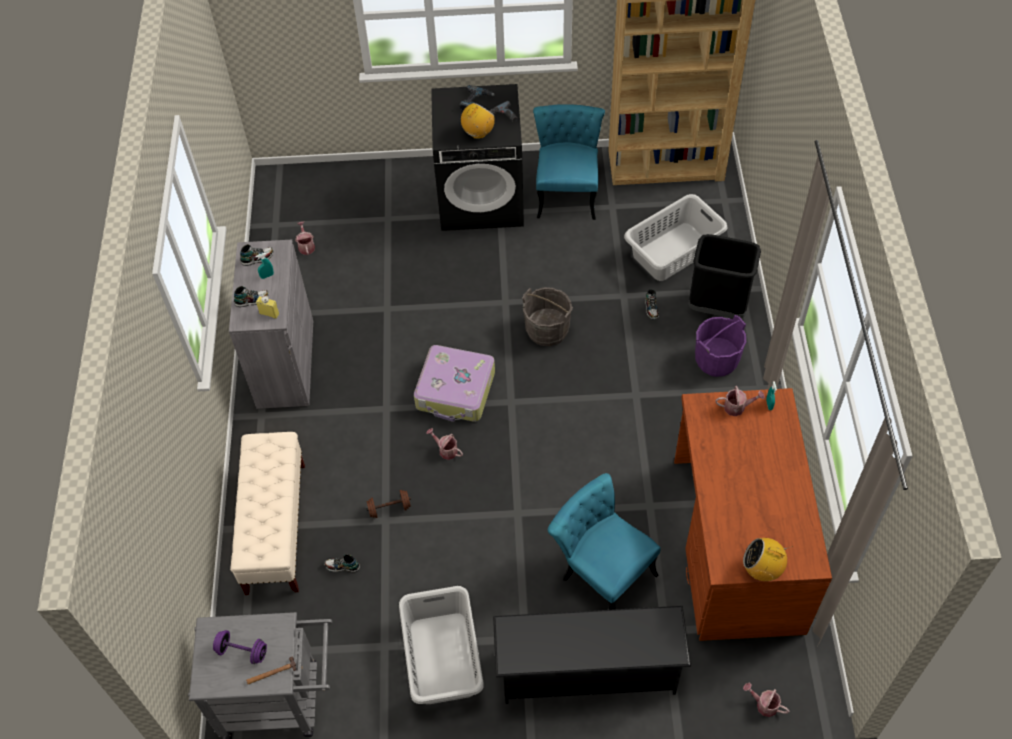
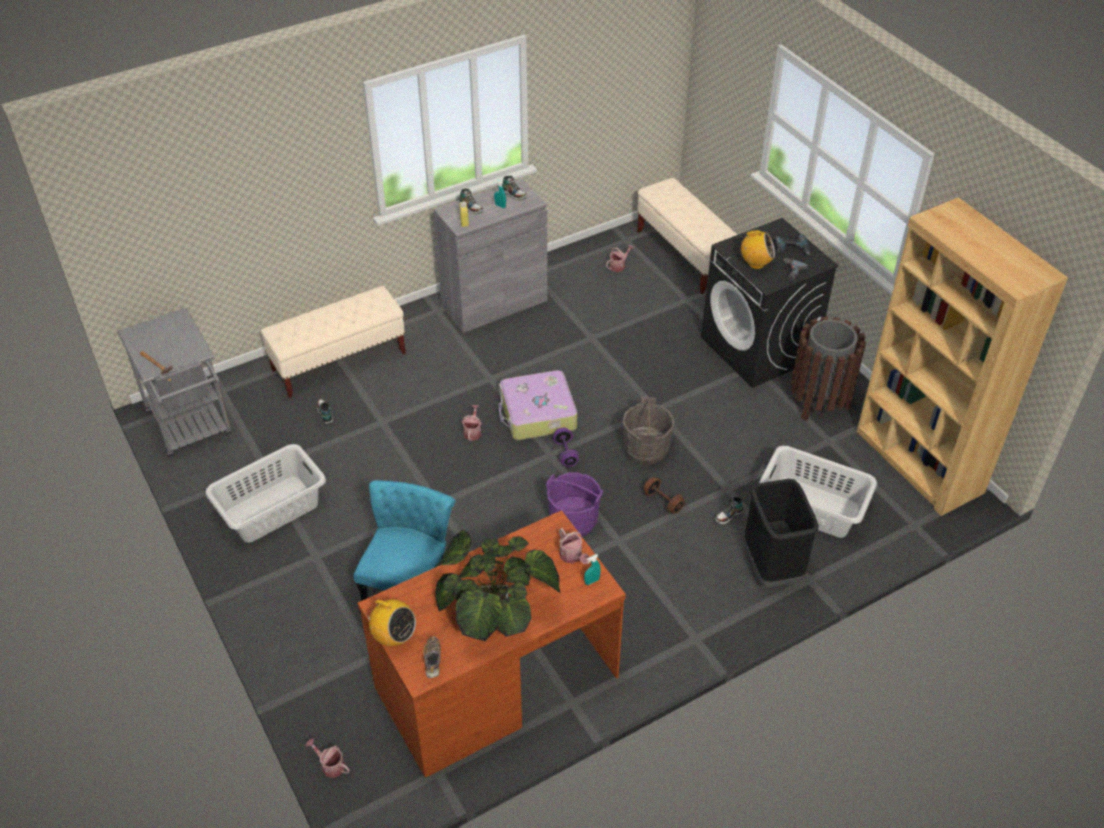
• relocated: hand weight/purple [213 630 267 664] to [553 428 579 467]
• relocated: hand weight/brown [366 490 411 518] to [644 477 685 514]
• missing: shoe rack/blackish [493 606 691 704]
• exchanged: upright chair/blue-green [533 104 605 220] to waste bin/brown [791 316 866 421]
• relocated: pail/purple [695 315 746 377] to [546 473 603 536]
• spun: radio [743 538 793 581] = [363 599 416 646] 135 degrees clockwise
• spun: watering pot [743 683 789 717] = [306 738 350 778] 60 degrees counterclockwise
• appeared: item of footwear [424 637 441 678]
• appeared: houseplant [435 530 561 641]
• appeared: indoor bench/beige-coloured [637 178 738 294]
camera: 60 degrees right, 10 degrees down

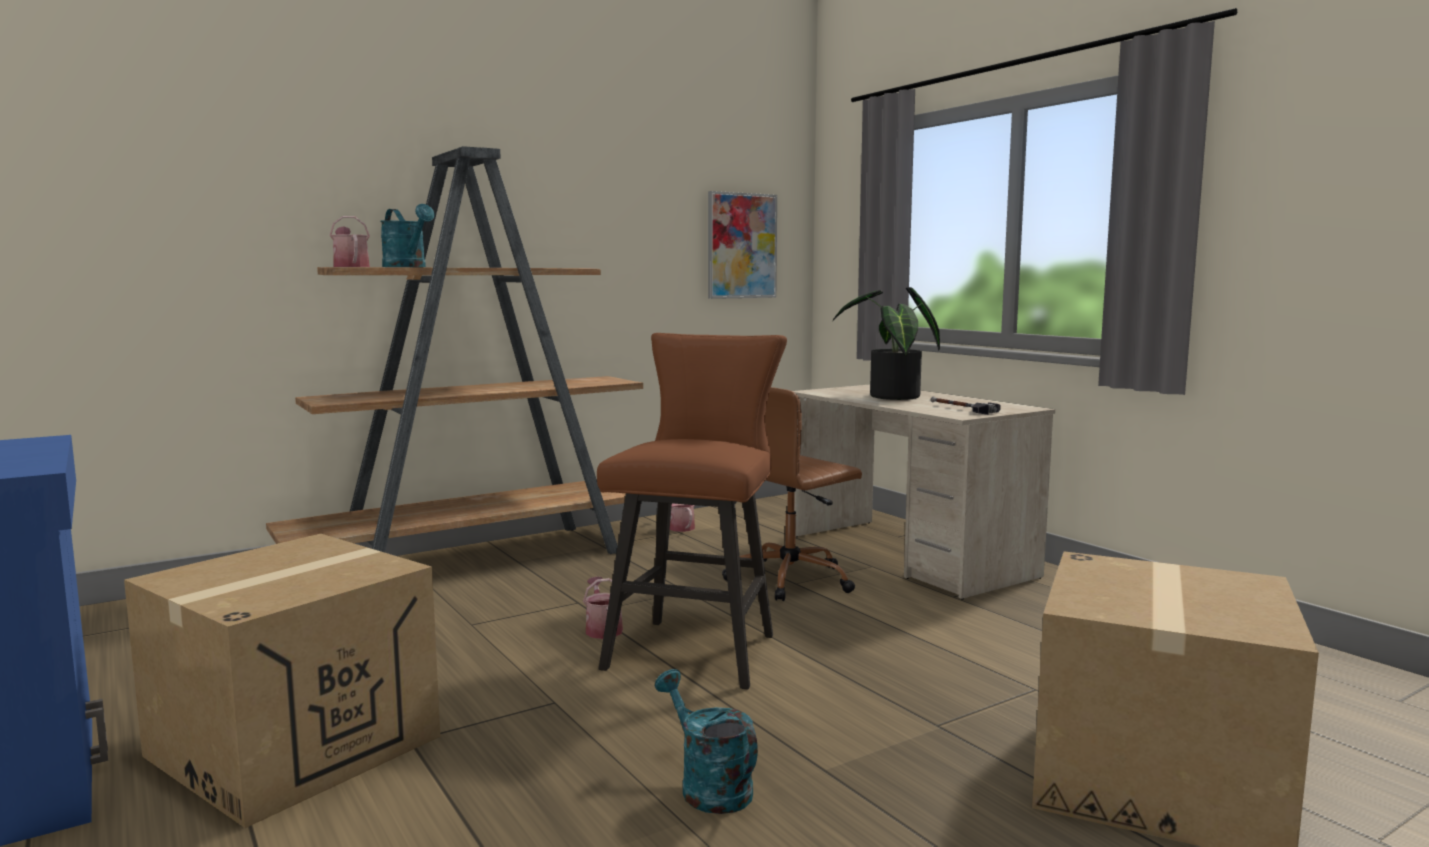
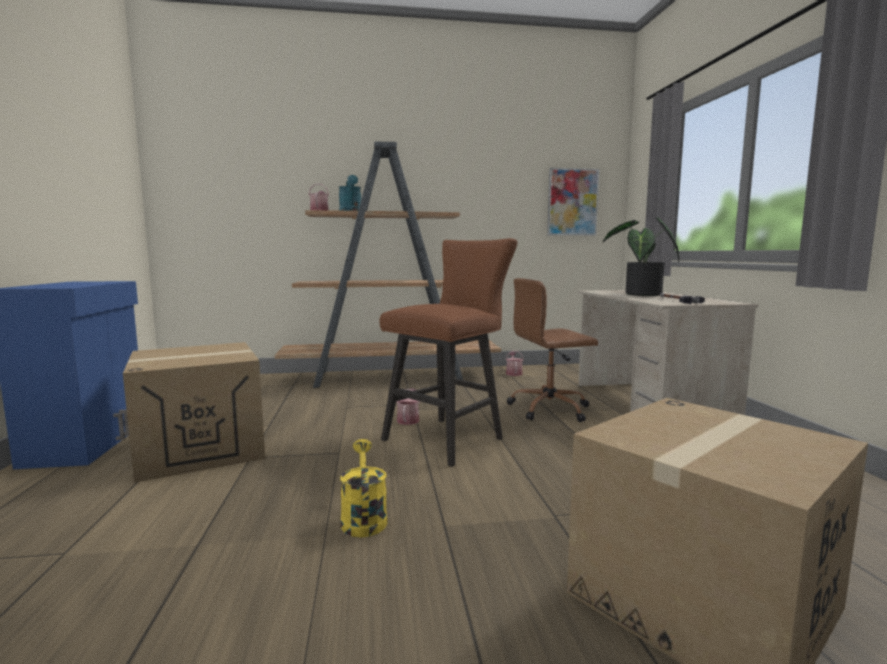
• colour: watering pot/blue-green [655 669 758 814] to watering pot/yellowish [340 439 387 537]
camera: 25 degrees right, 0 degrees up

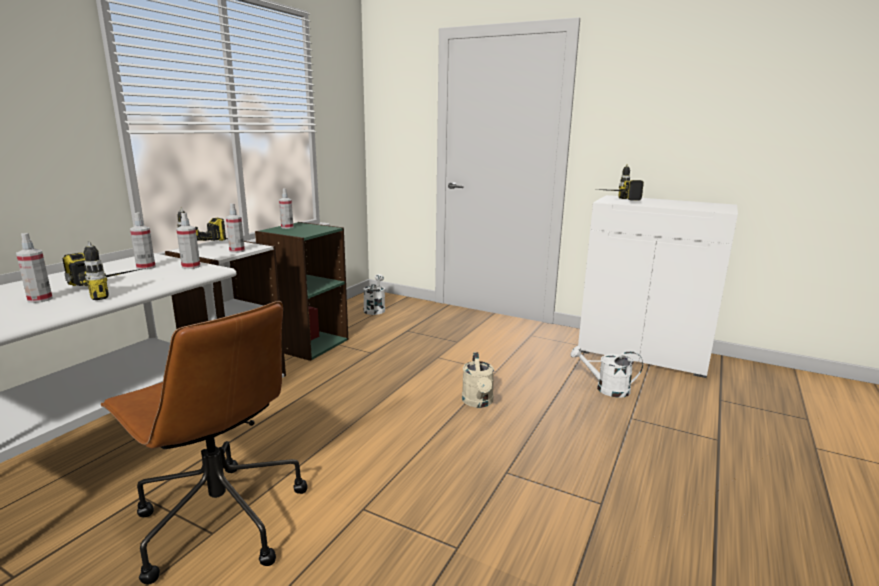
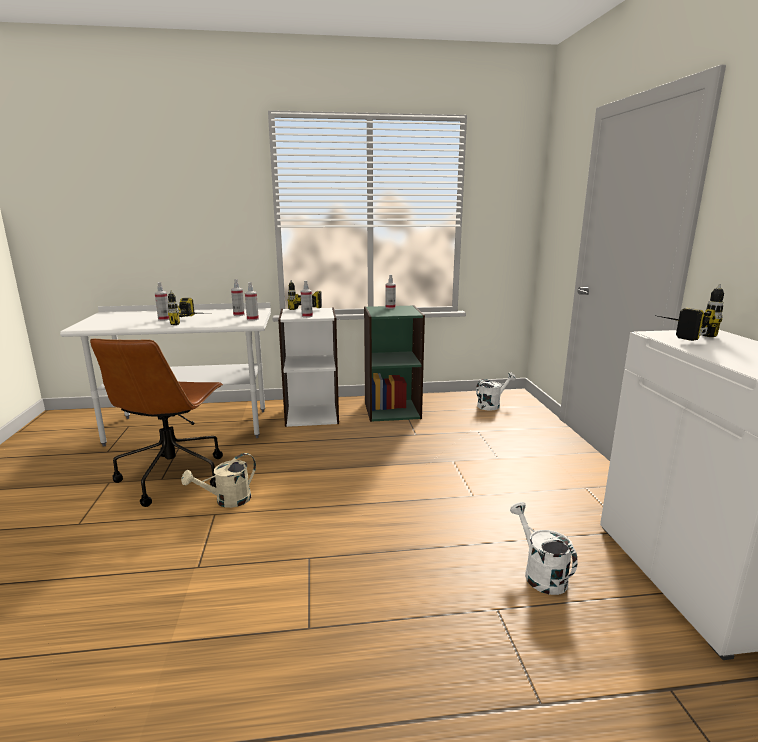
• relocated: watering pot/beige-coloured [462 352 494 408] to [181 453 256 508]
camera: 55 degrees right, 0 degrees up

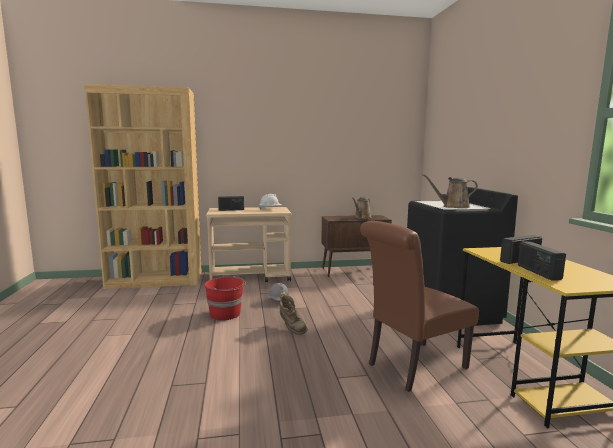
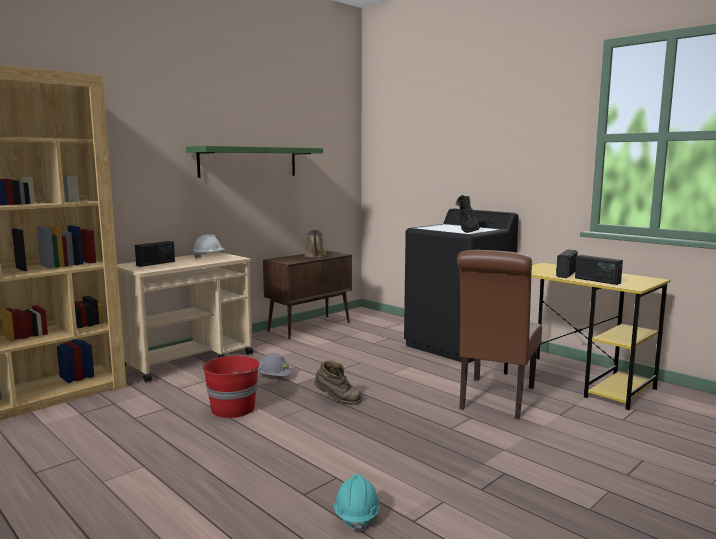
• exchanged: watering pot/brown [423 174 478 208] to boot/blackish [455 195 480 233]
• appeared: bracket shelf/green [186 146 323 178]
• appeared: safety helmet/blue-green [334 474 380 533]
camera: 35 degrees left, 0 degrees up

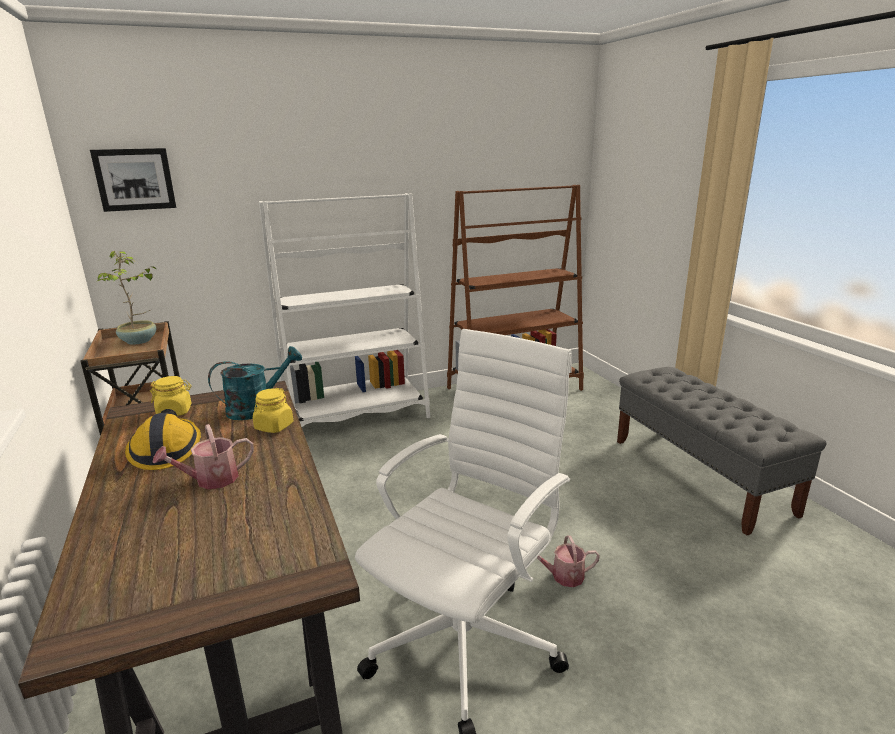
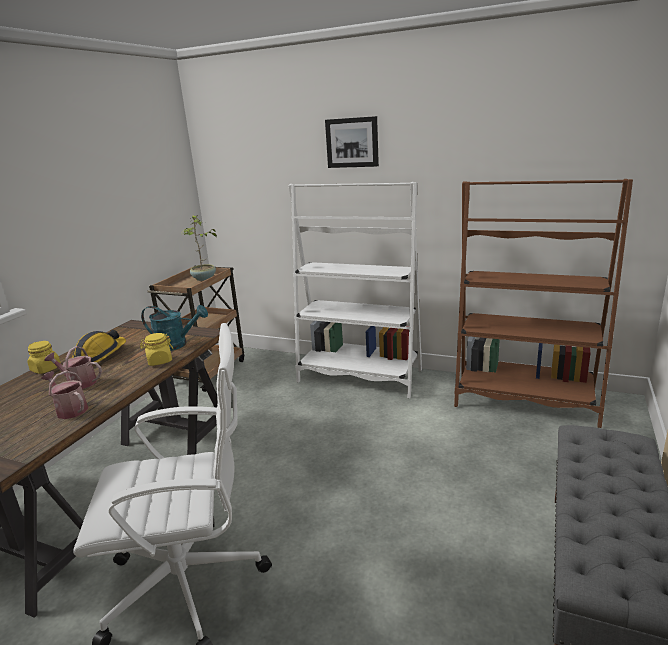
• relocated: wall picture [90 148 176 212] to [325 116 379 168]
• relocated: jar/yellowish [150 376 192 416] to [27 341 61 374]
• relocated: watering pot [537 536 600 587] to [41 371 88 419]
camera: 45 degrees right, 0 degrees up

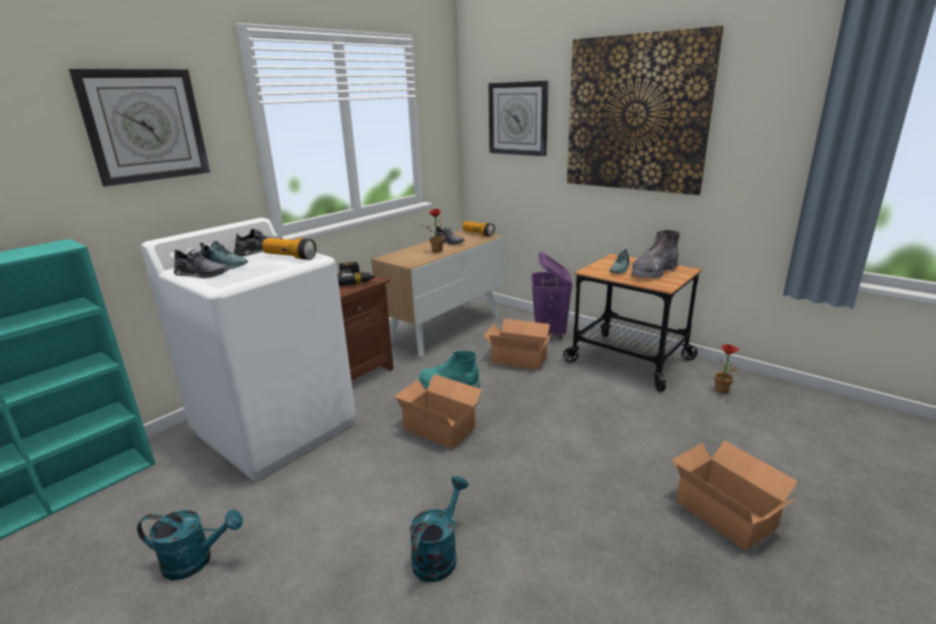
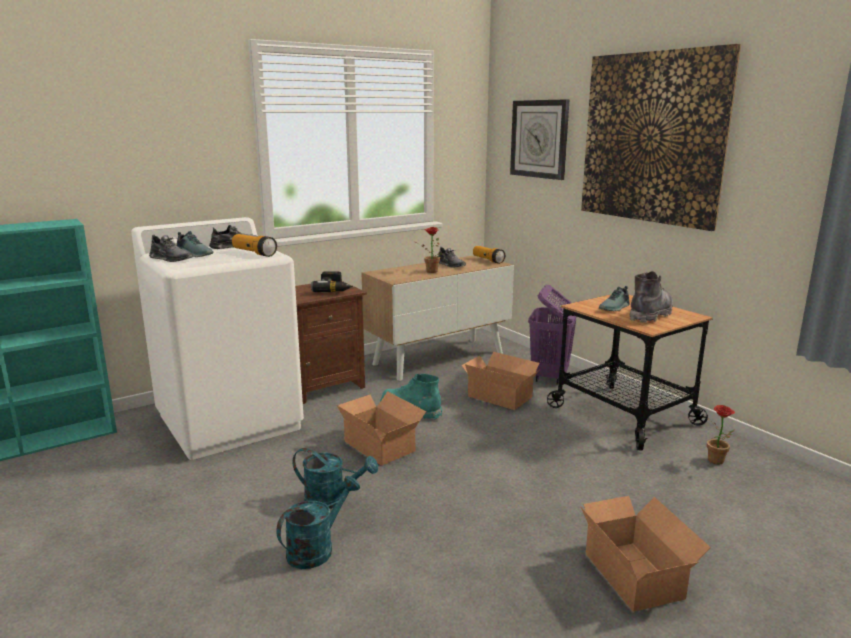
• missing: hanging clock [69 69 210 187]
• relocated: watering pot/blue-green [137 510 243 580] to [292 448 378 509]
• spun: boot/greyish [631 230 680 279] = [630 271 673 323] 150 degrees clockwise
camera: 15 degrees right, 5 degrees down

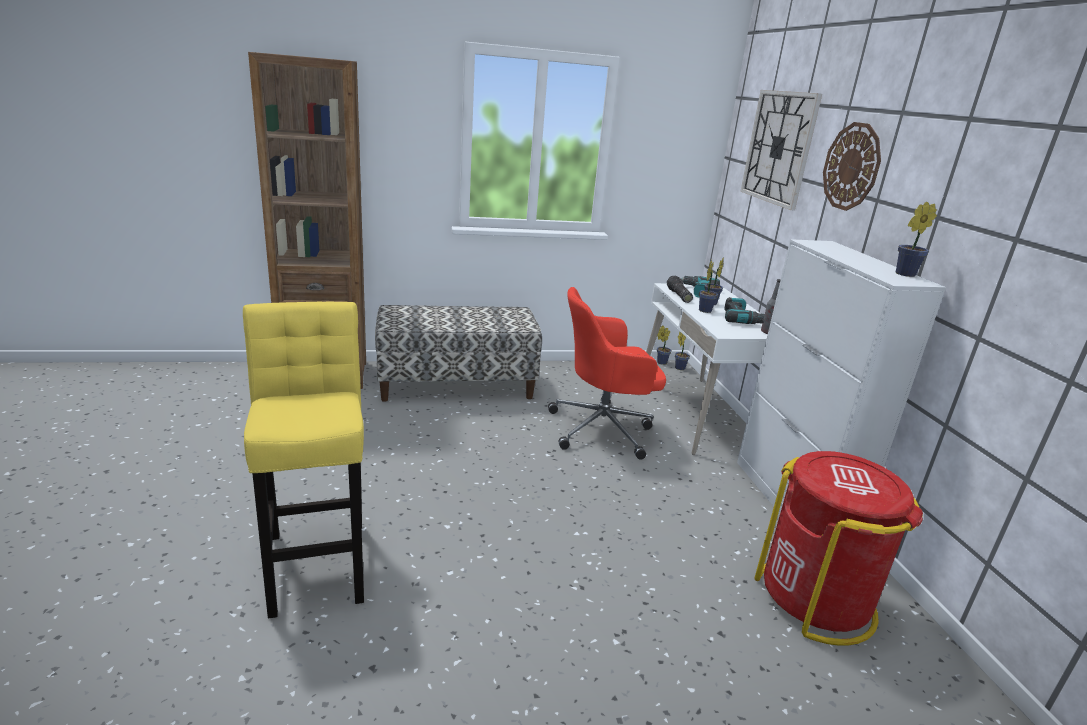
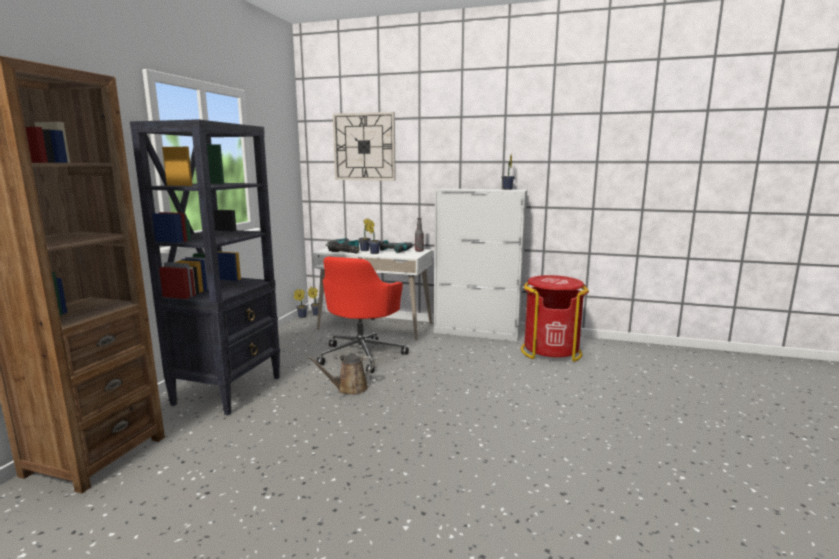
• missing: sitting stool/yellowish [243 302 364 619]
• exchanged: indoor bench [375 305 542 402] to bookshelf/blackish [130 119 280 415]
• missing: hanging clock [823 122 881 211]
• appeared: watering pot/brown [307 355 375 395]
camera: 60 degrees left, 10 degrees down

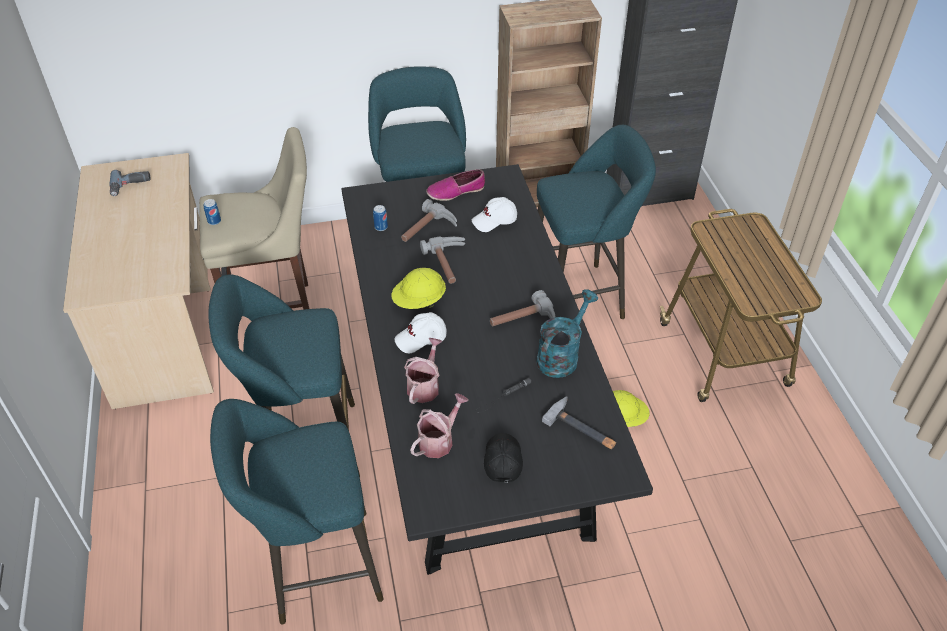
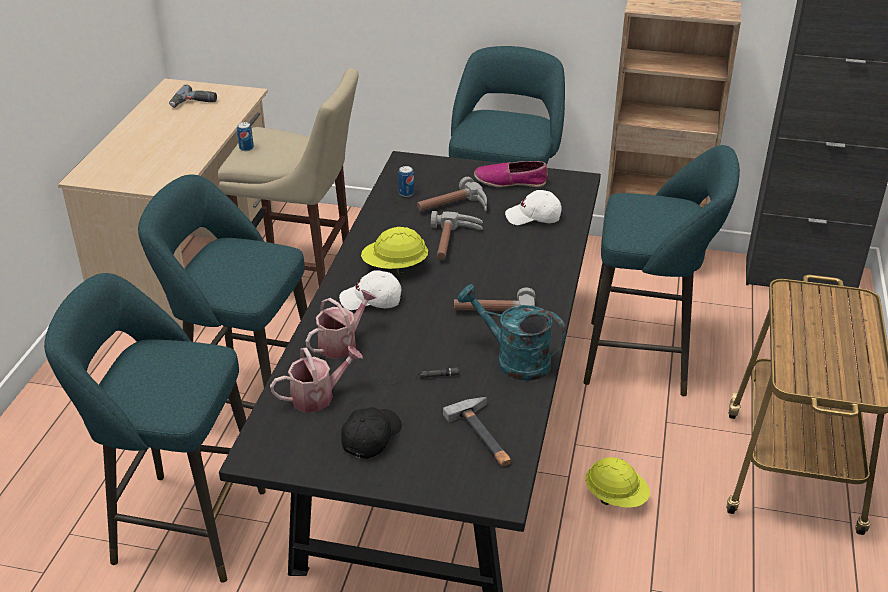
• spun: watering pot/blue-green [536 289 598 378] = [457 284 566 381] 120 degrees counterclockwise
camera: 25 degrees right, 10 degrees down

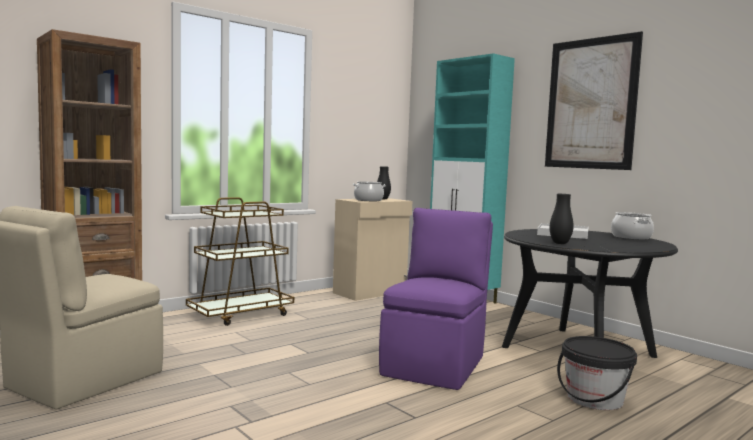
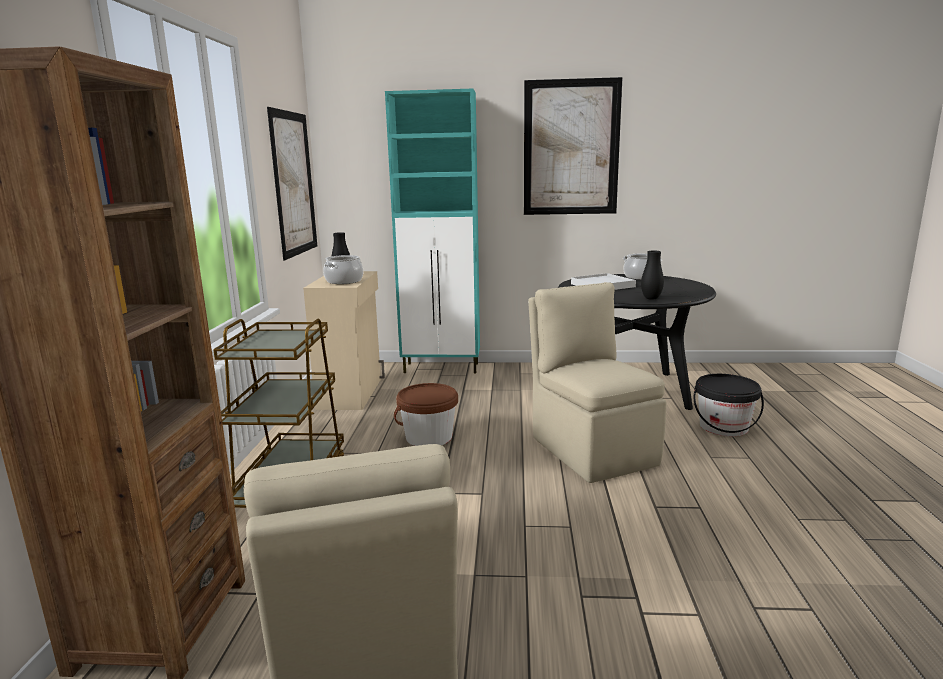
• colour: upright chair/purple [379 208 493 390] to upright chair/beige-coloured [528 282 667 483]
• appeared: wall picture [267 107 317 260]
• appeared: pail/brown [394 383 458 446]
camera: 45 degrees left, 10 degrees up

